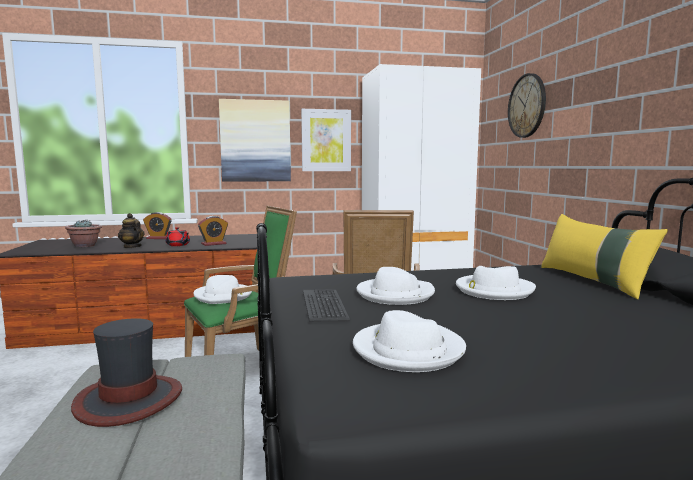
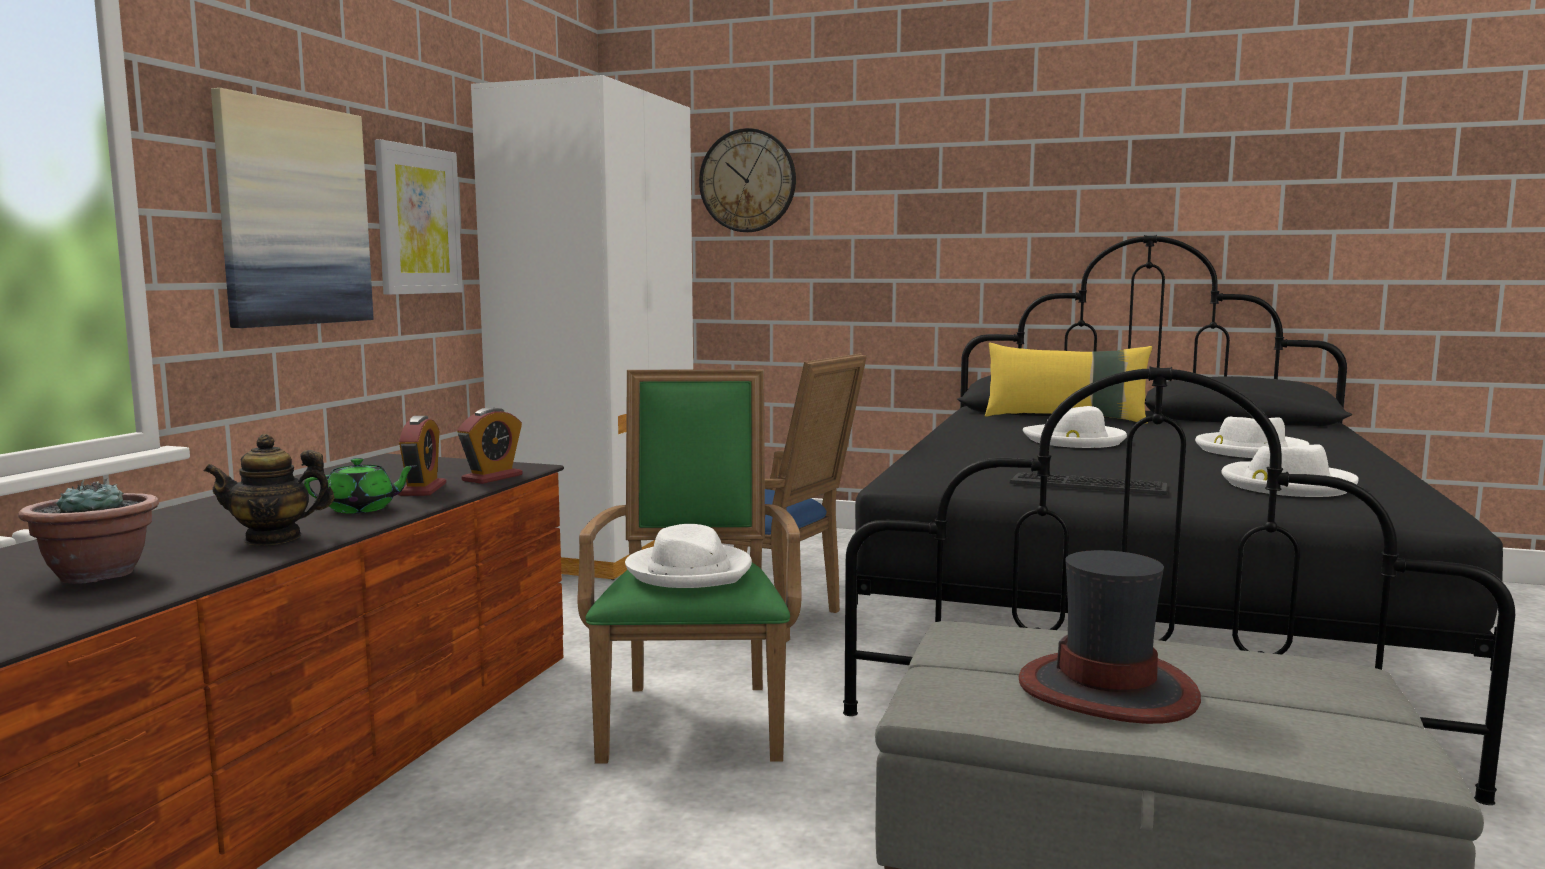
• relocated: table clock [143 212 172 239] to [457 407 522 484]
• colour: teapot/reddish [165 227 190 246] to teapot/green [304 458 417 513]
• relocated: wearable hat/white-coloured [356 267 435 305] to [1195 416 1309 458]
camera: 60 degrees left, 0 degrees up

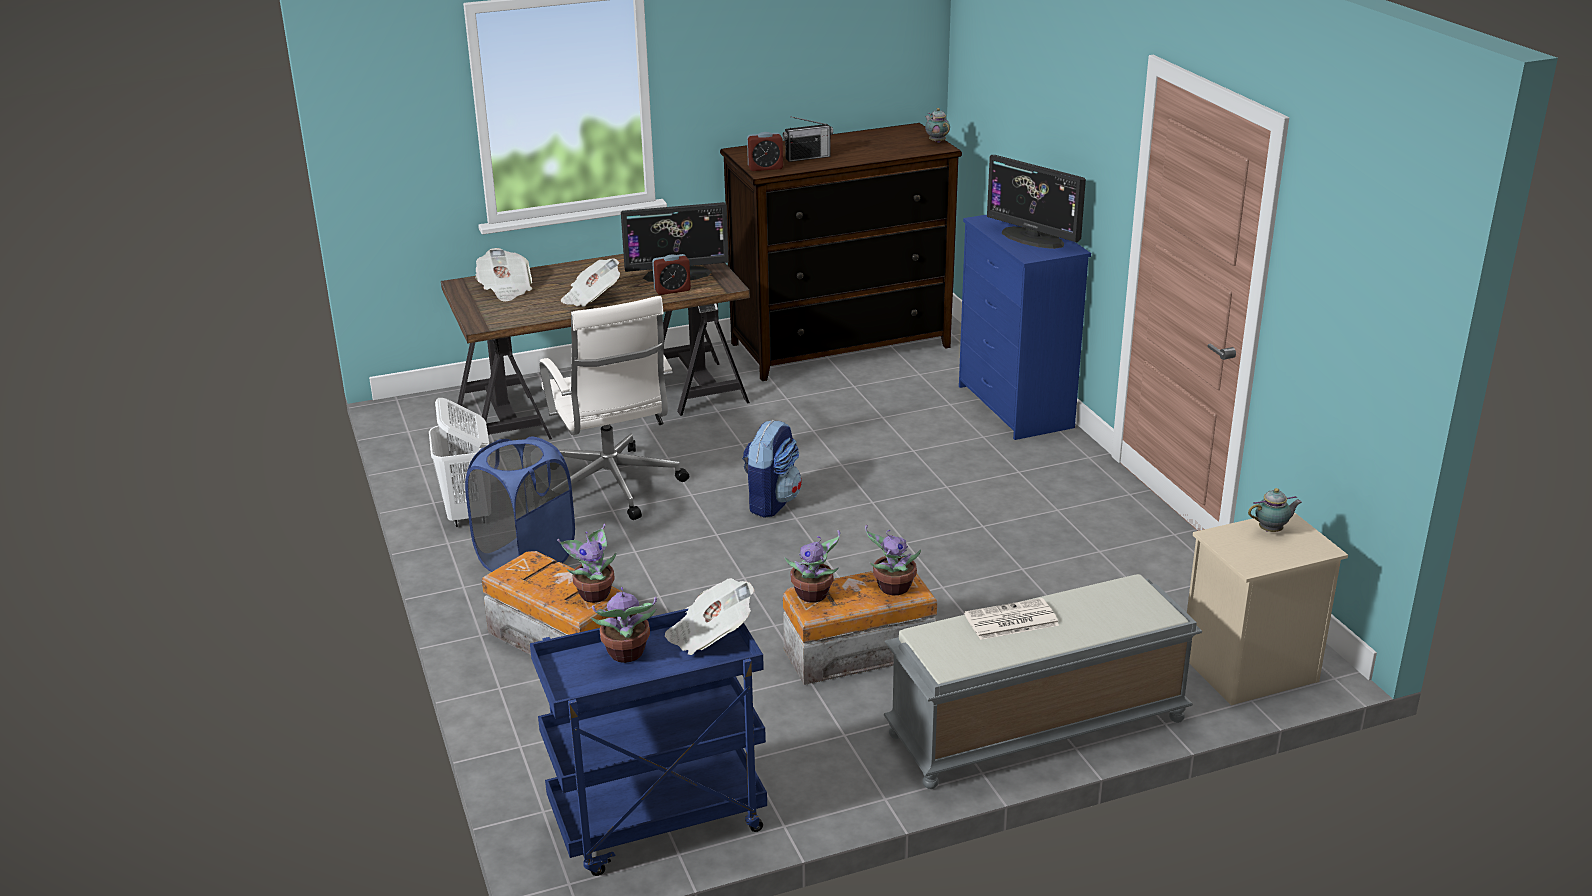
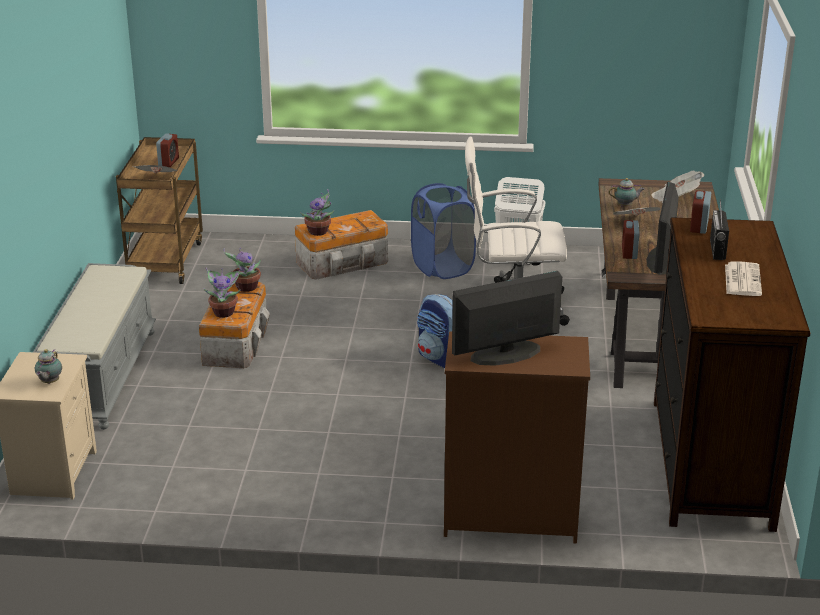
• colour: trolley/blue-coloured [530 609 767 876] to trolley/brown [116 137 203 284]
• exchanged: houseplant [591 587 657 663] to table clock [156 133 179 167]
• relocated: teapot [925 108 950 143] to [609 178 644 207]
• colour: dresser/blue-coloured [959 215 1091 440] to dresser/brown [444 331 590 544]
• relocated: printed paper [964 598 1059 640] to [725 261 762 296]
camera: 115 degrees right, 0 degrees up

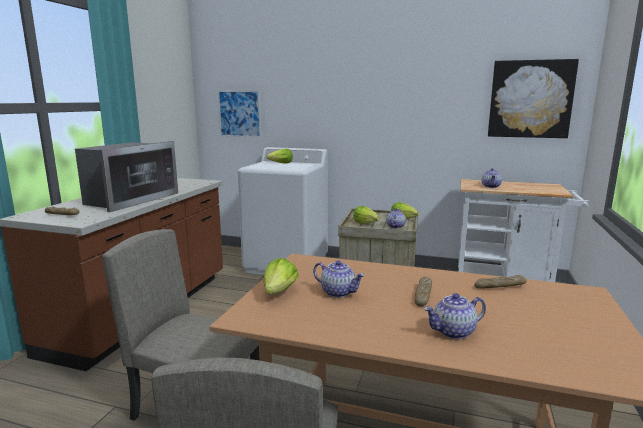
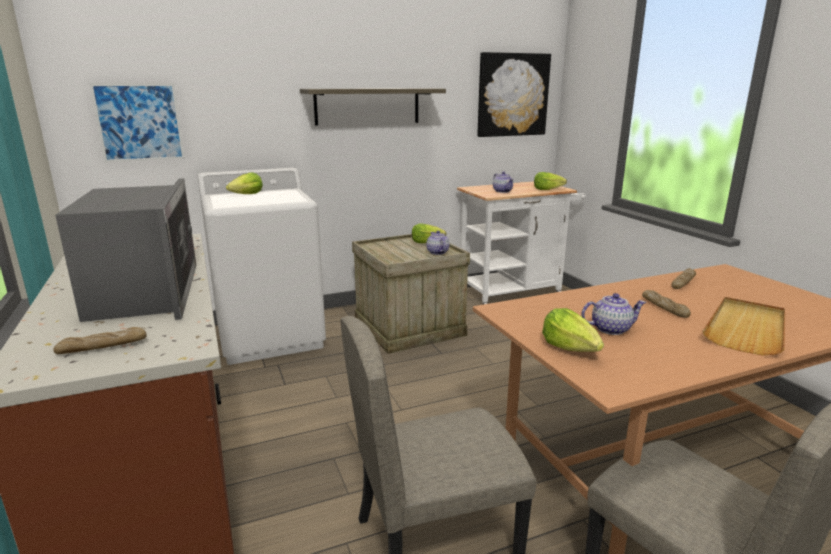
• relocated: lettuce head [353 206 380 224] to [534 172 567 190]
• exchanged: teapot [424 293 486 339] to serving tray/beige-coloured [703 297 785 356]
• appeared: bracket shelf [300 88 446 126]
camera: 40 degrees left, 5 degrees up

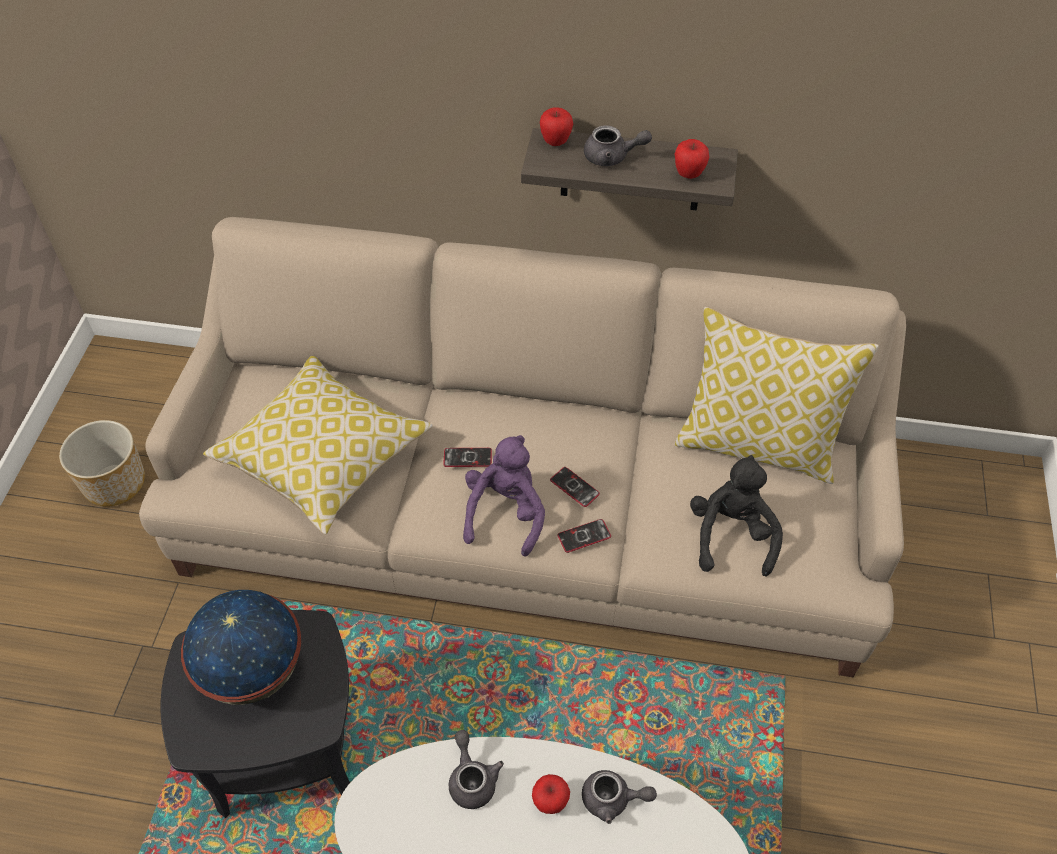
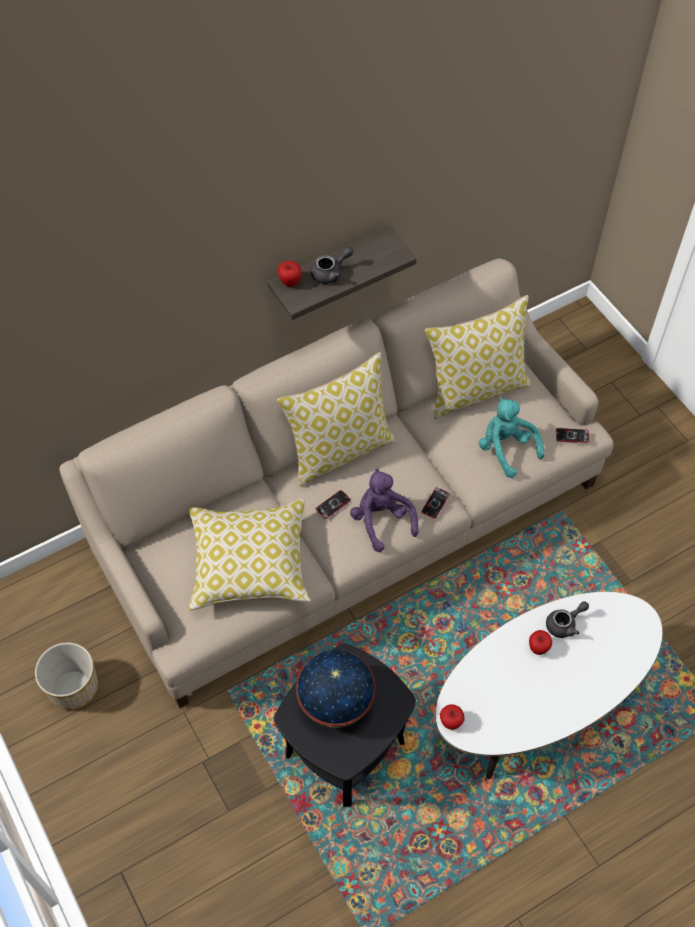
• missing: teapot/greyish [449 730 504 809]
• relocated: handset [550 467 600 507] to [556 428 589 443]
• relocated: whole apple [674 139 709 179] to [440 704 465 730]
• colour: cuddly toy/blackish [690 455 783 577] to cuddly toy/blue-green [479 397 545 478]
• appeared: throw pillow [277 352 396 487]
camera: 40 degrees left, 5 degrees up

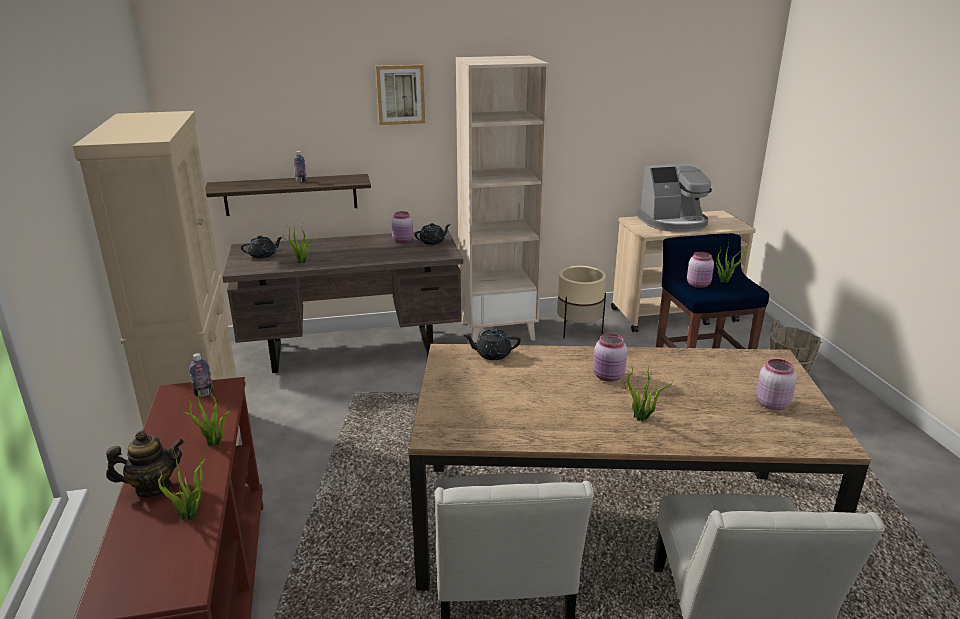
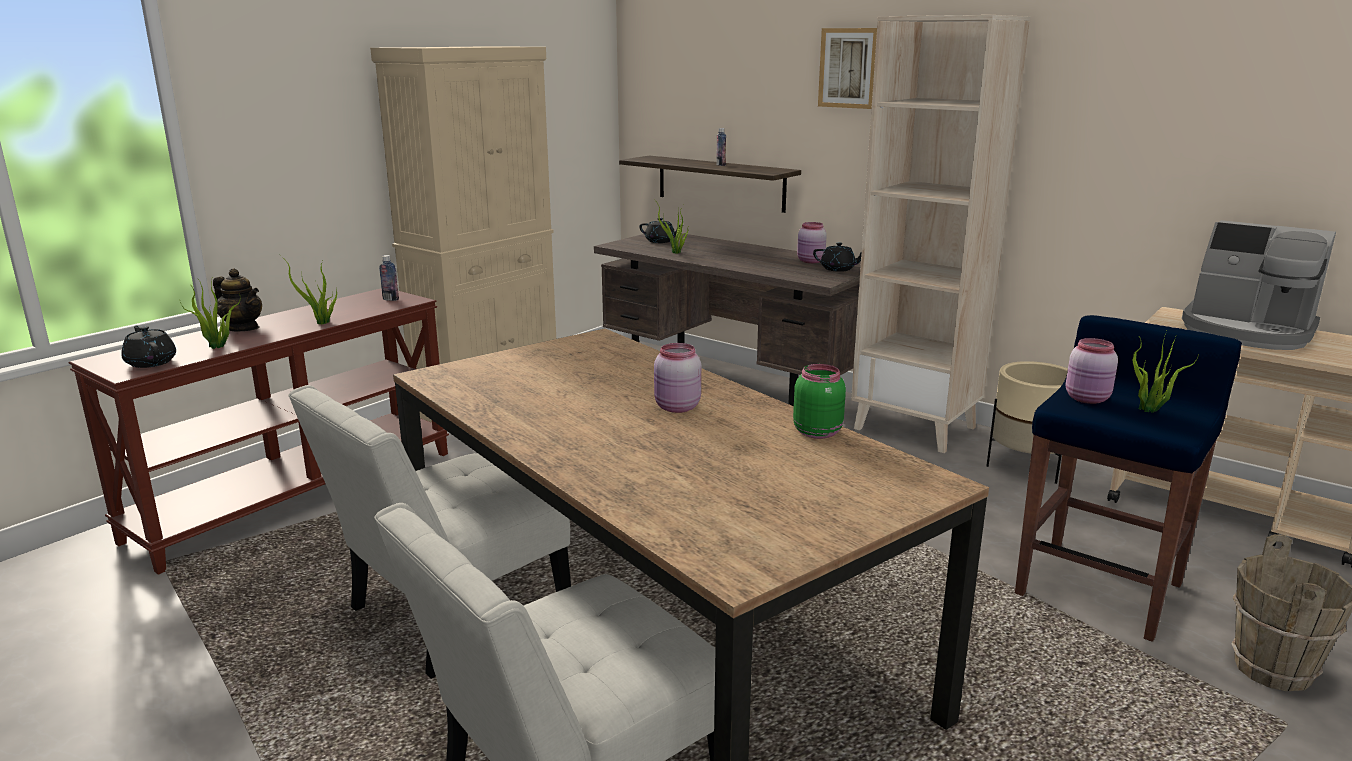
• relocated: teapot/blackish [463 329 521 360] to [121 325 176 368]
• missing: houseplant [624 360 673 421]
• missing: jar/pink [756 359 797 410]
• appeared: jar/green [793 364 846 439]
camera: 50 degrees right, 5 degrees down

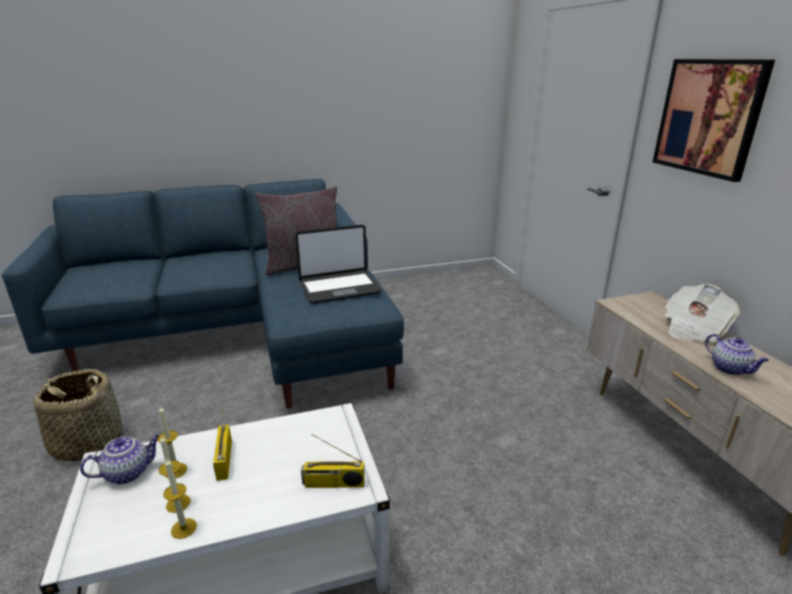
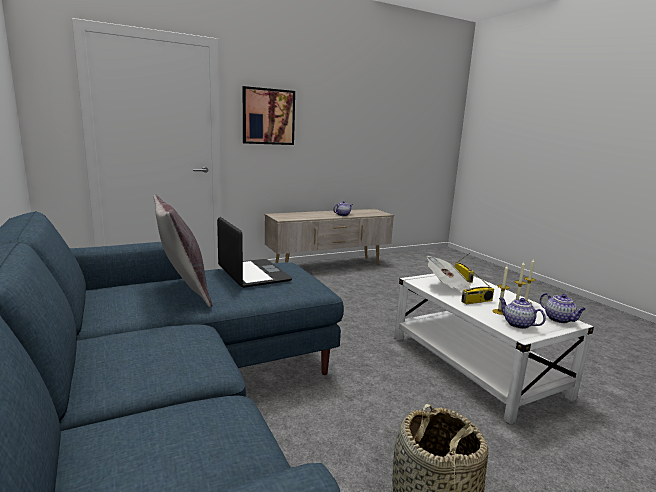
• relocated: printed paper [664 284 740 342] to [427 256 471 292]
• appeared: teapot [540 293 587 323]
camera: 100 degrees left, 10 degrees down

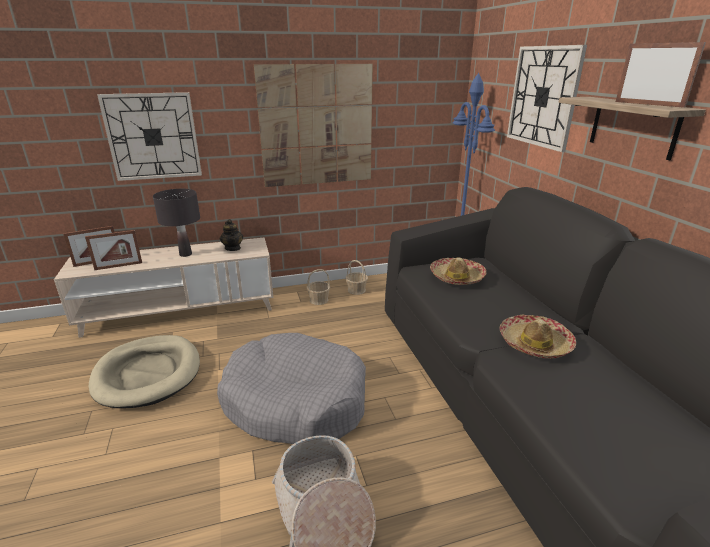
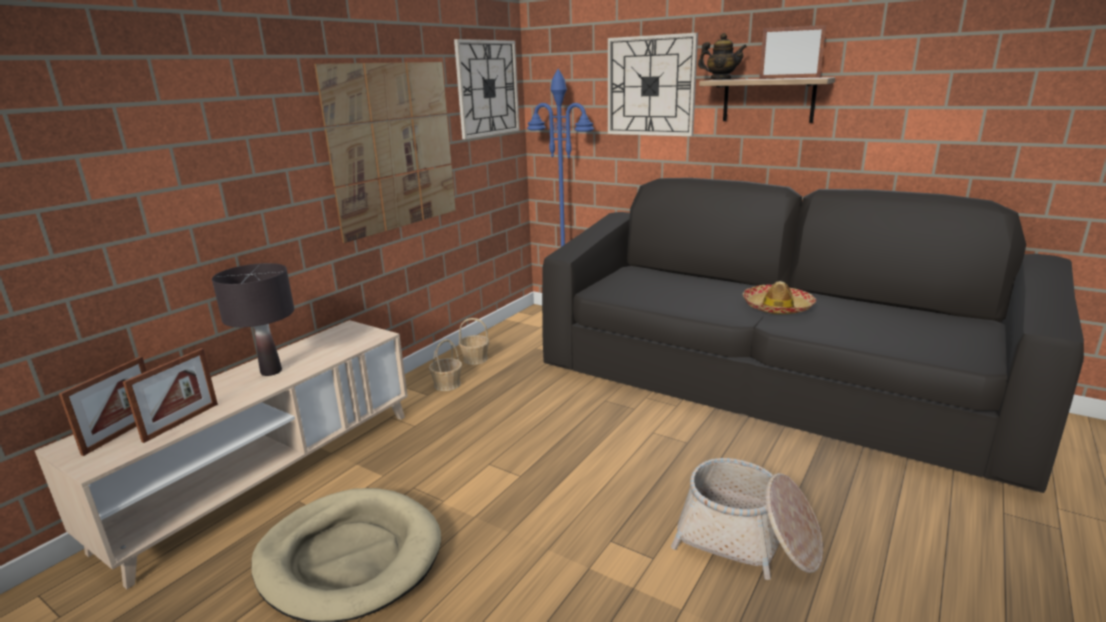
• relocated: hanging clock [97 92 202 181] to [454 39 520 139]
• missing: dog bed/greyish [217 333 366 444]
• relocated: teapot [220 219 243 251] to [698 33 747 79]
• missing: wearable hat [430 258 487 285]
camera: 40 degrees left, 5 degrees down

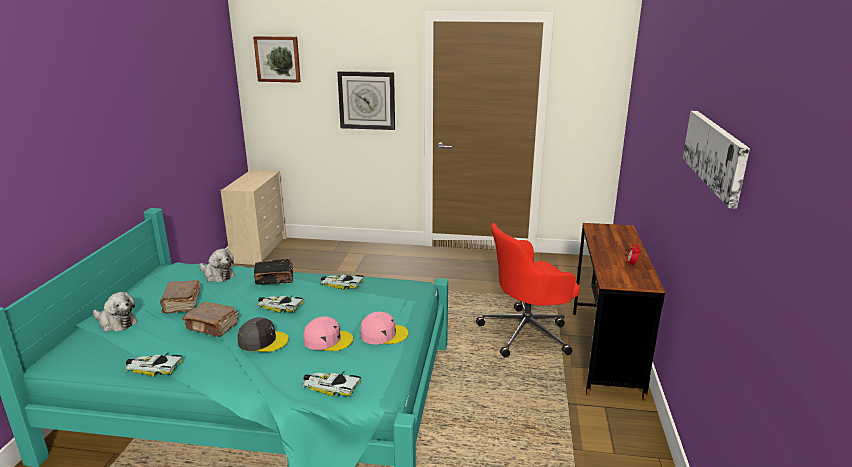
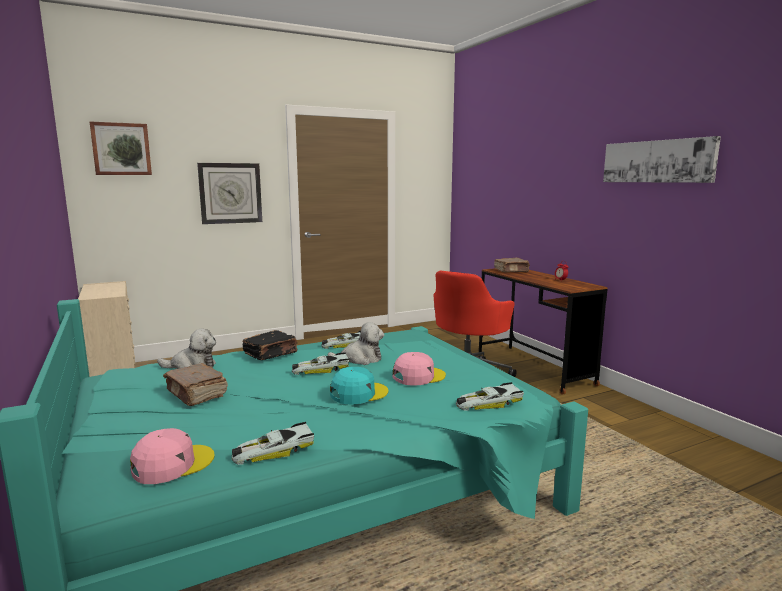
• relocated: cuddly toy [93 292 138 332] to [327 322 384 365]
• relocated: volume/brown [182 302 239 337] to [494 258 530 272]
• colour: baseball cap/greyish [237 317 289 352] to baseball cap/blue-green [330 367 388 404]
• relocated: baseball cap/pink [360 312 408 345] to [130 428 215 484]
camera: 35 degrees left, 10 degrees down

